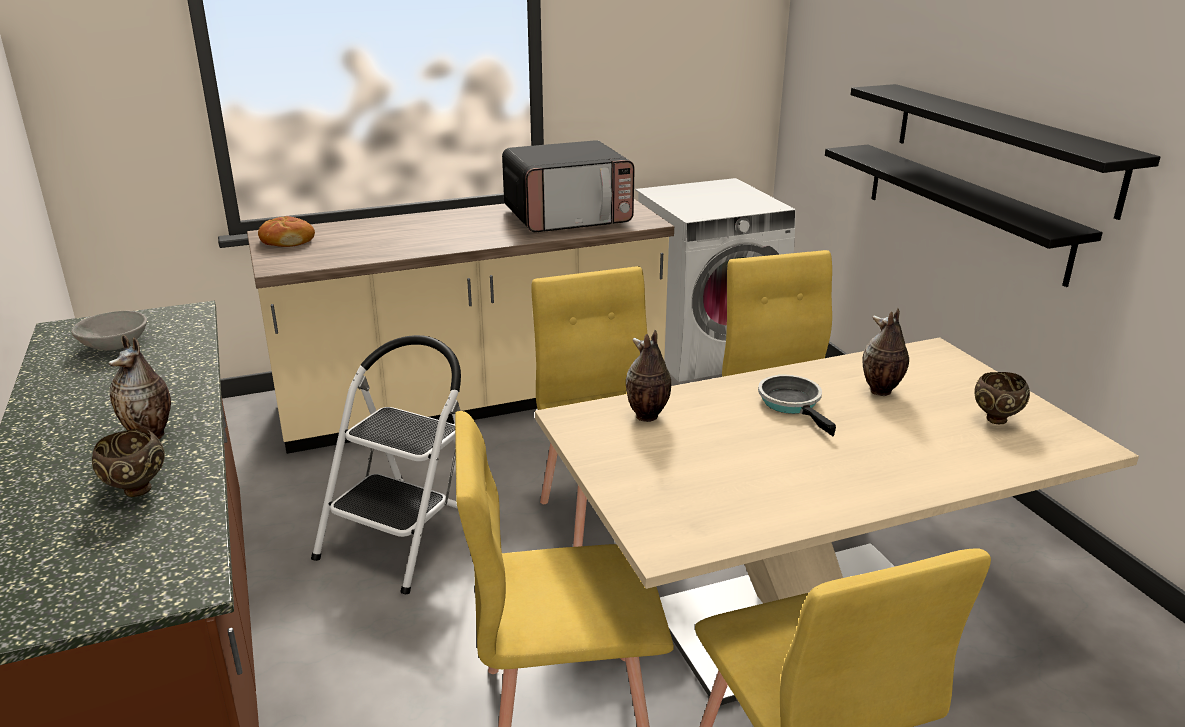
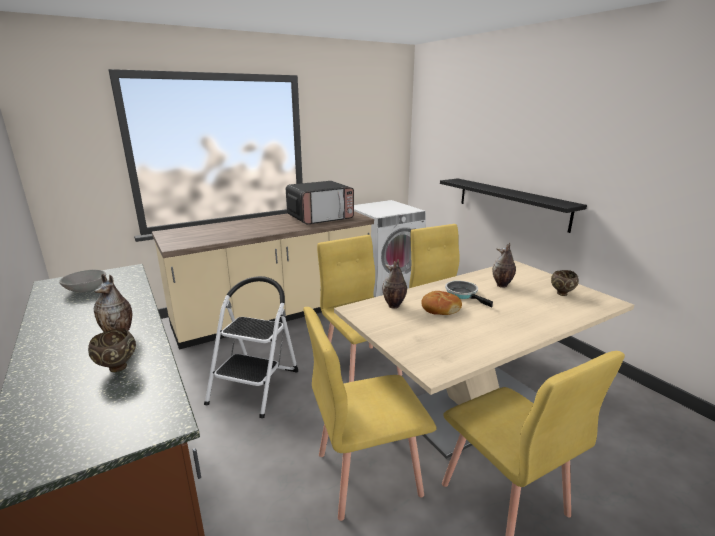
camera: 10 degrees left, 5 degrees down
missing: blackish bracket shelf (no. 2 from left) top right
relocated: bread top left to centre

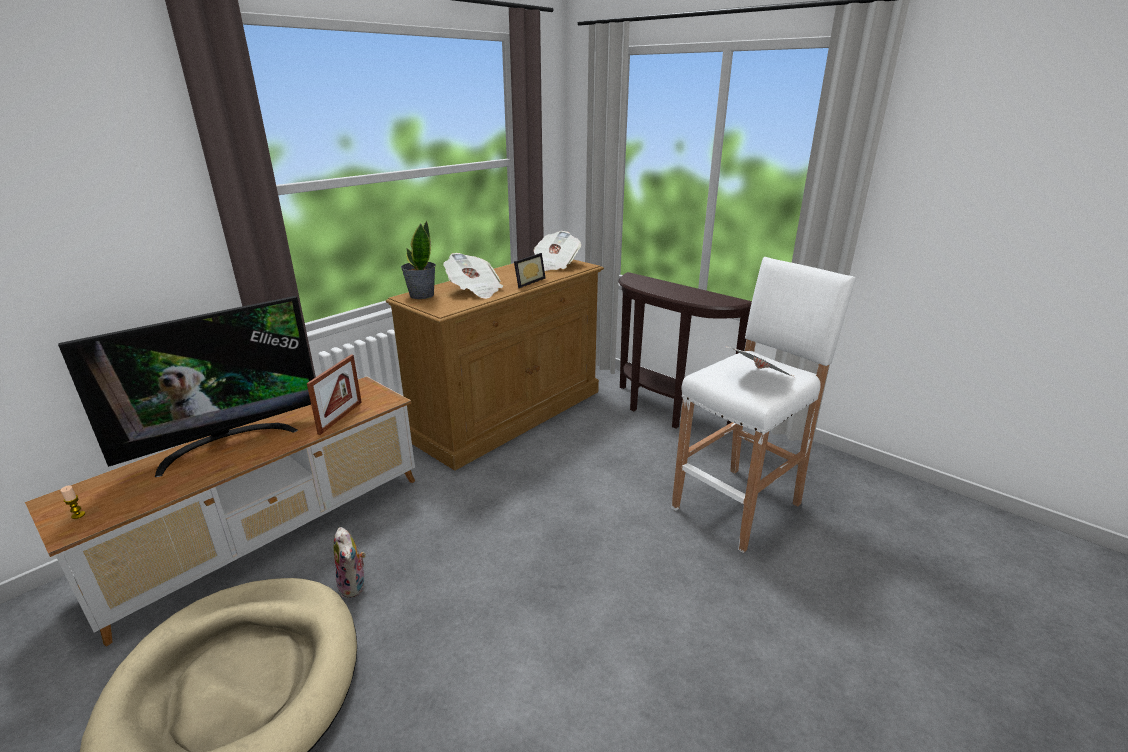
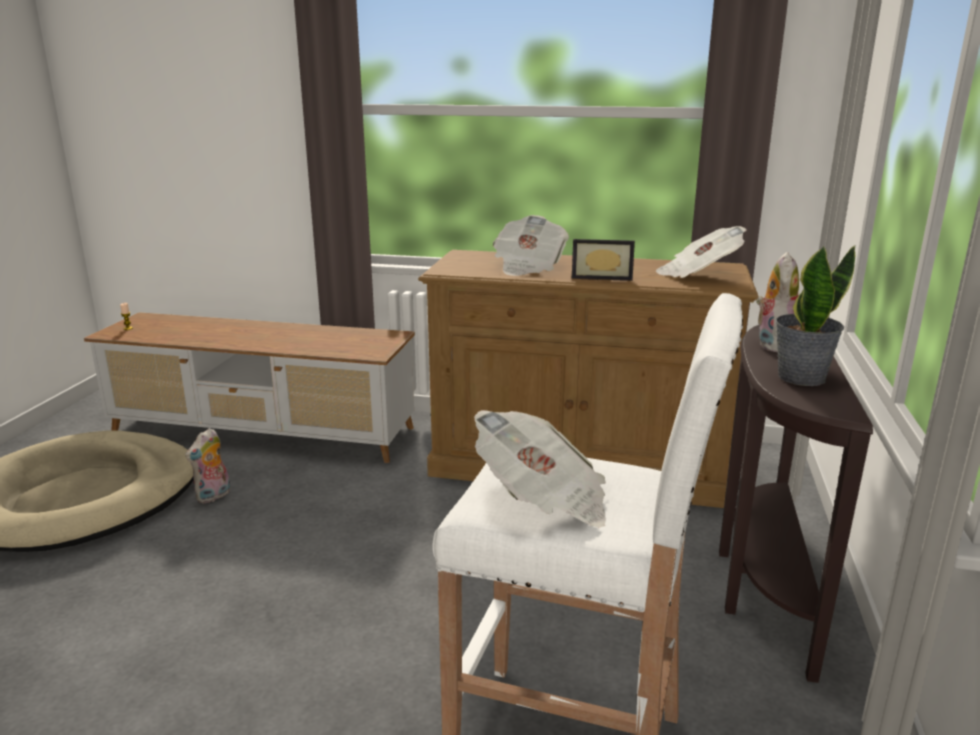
camera: 60 degrees right, 5 degrees down
missing: TV set middle left; standing frame (no. 1 from left) middle left
appeared: soft toy (no. 2 from left) middle right
relocated: houseplant centre to middle right

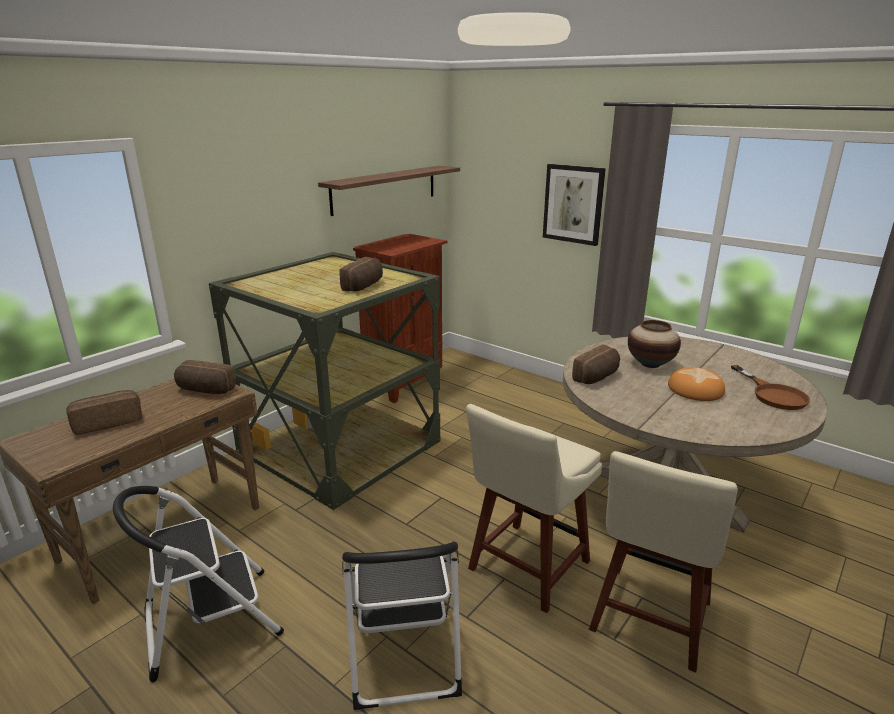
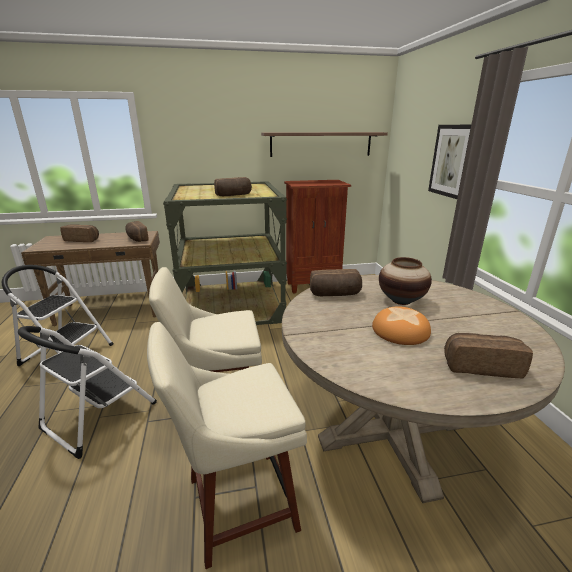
camera: 40 degrees right, 0 degrees up
exchanged: brown-coloured frying pan middle right to bread (no. 6 from left) middle right

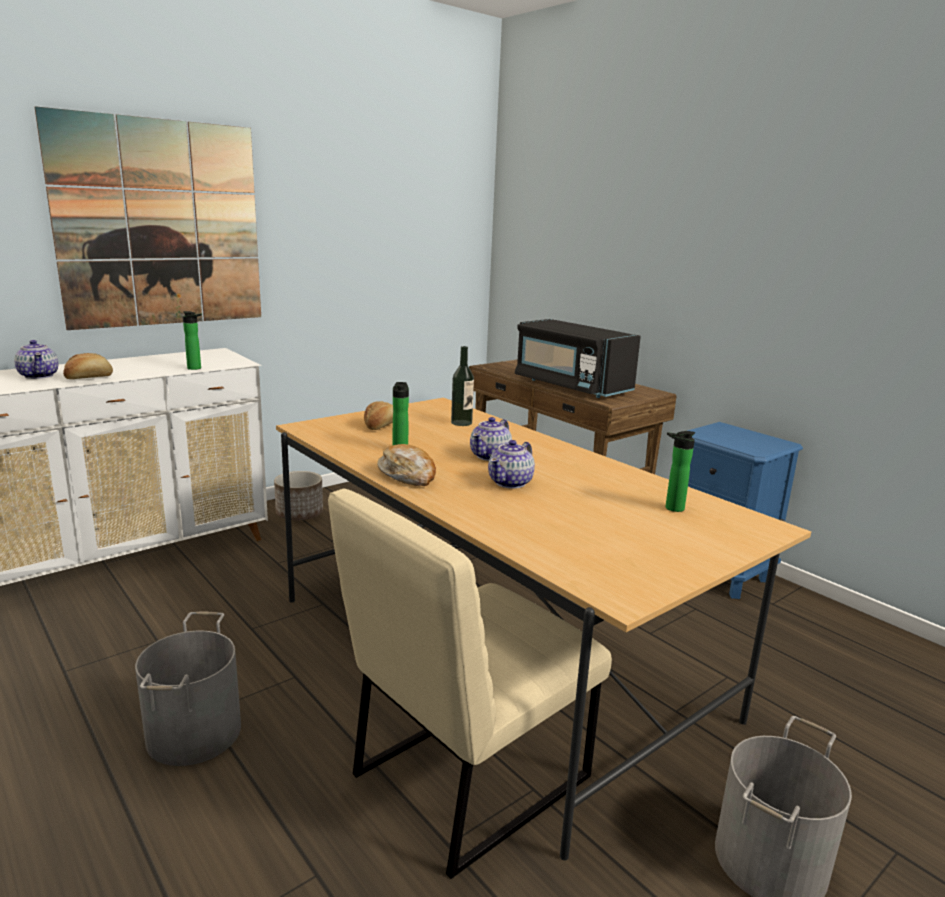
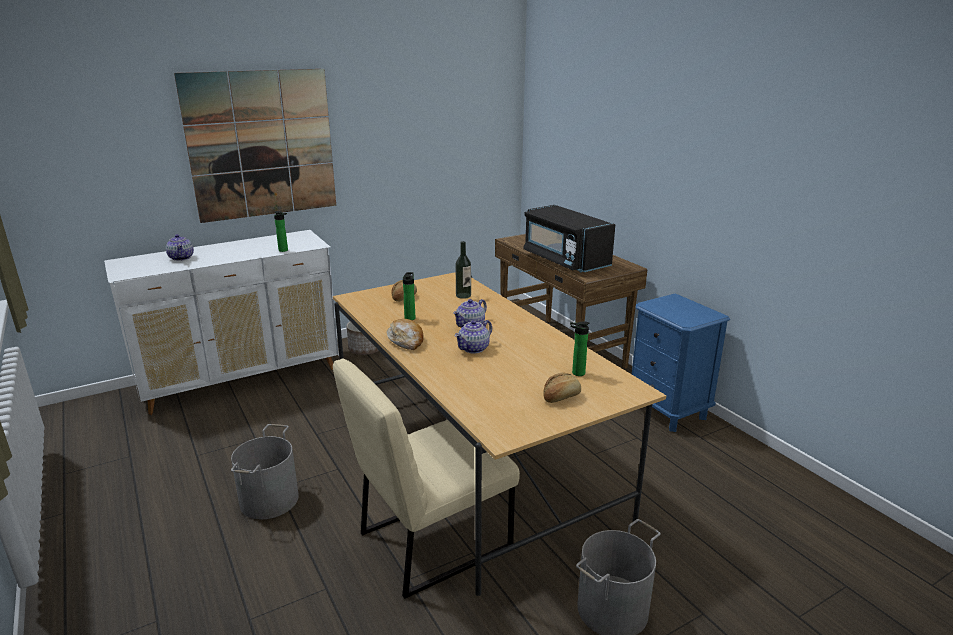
camera: 10 degrees right, 5 degrees up
relocated: bread (no. 1 from left in the first image) middle left to bread (no. 3 from left) centre

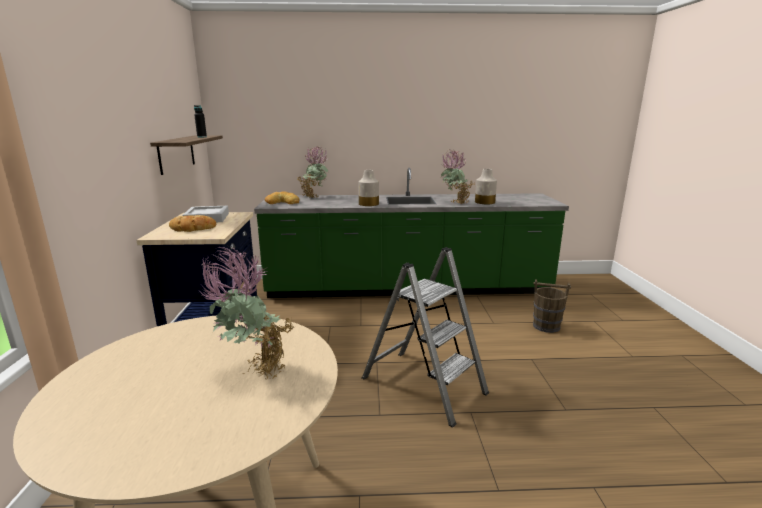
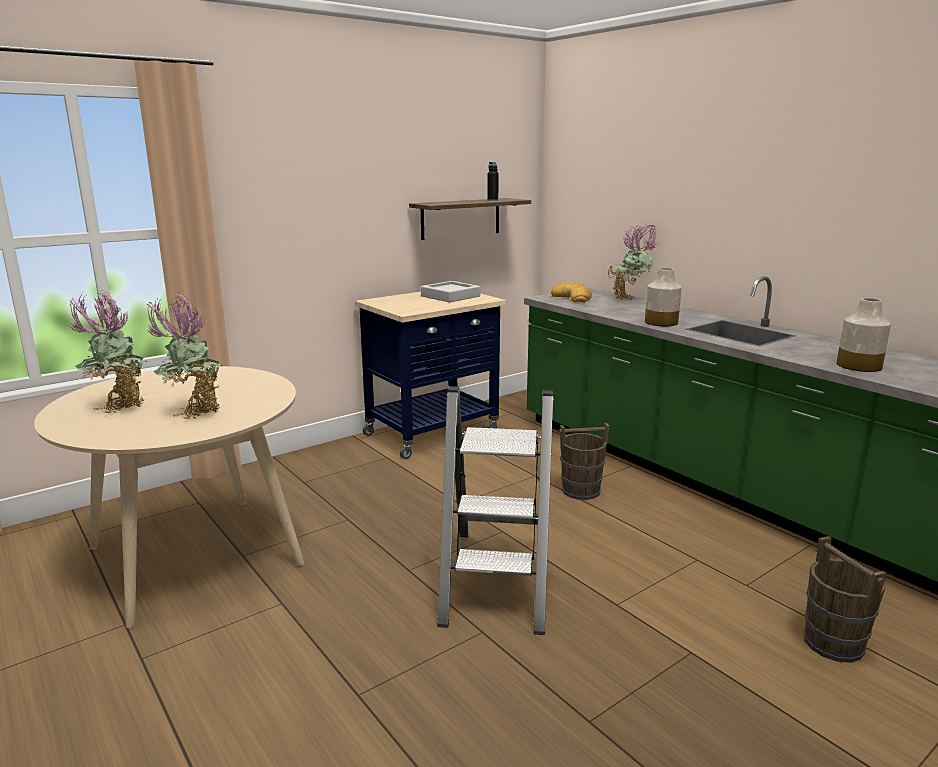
camera: 55 degrees right, 0 degrees up
missing: bread (no. 1 from left) middle left
appeared: brown-coloured bucket (no. 1 from left) centre
relocated: houseplant (no. 3 from left in the first image) centre to houseplant (no. 1 from left) middle left

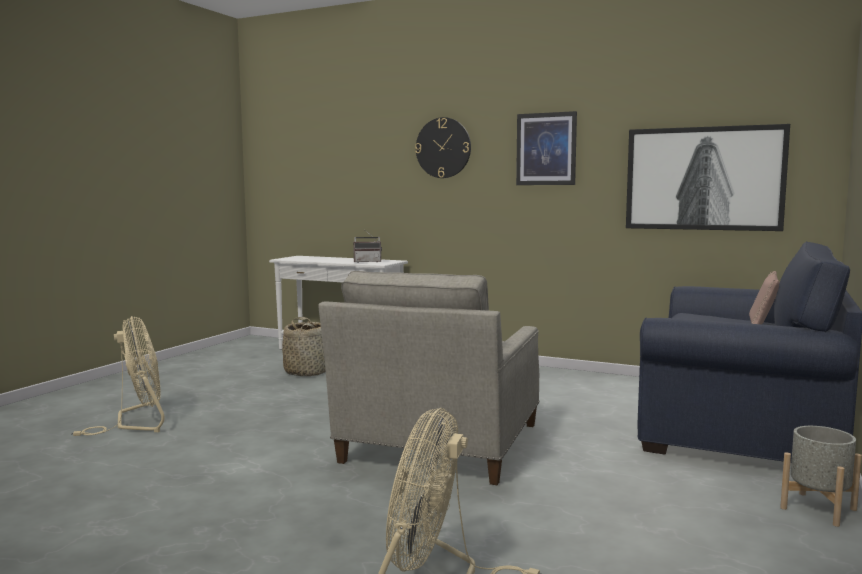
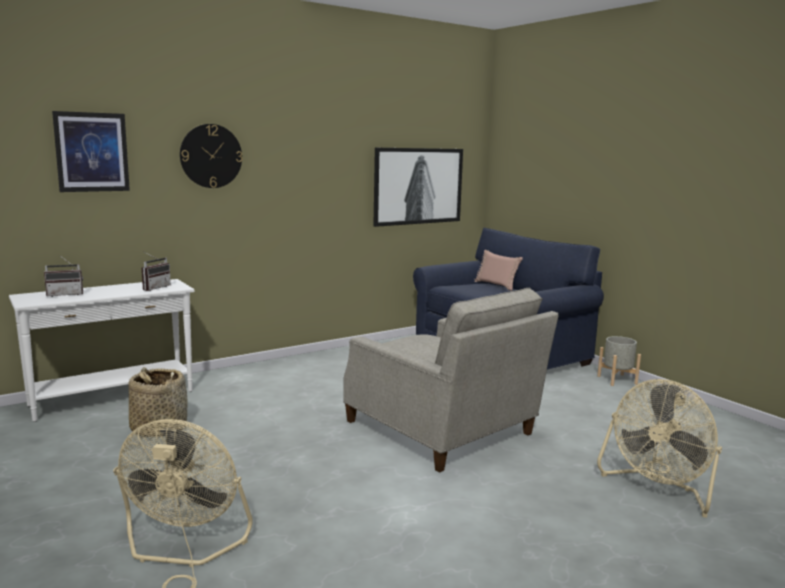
camera: 60 degrees left, 5 degrees up
appeared: radio (no. 1 from left) middle left
relocated: picture (no. 1 from left) top centre to top left

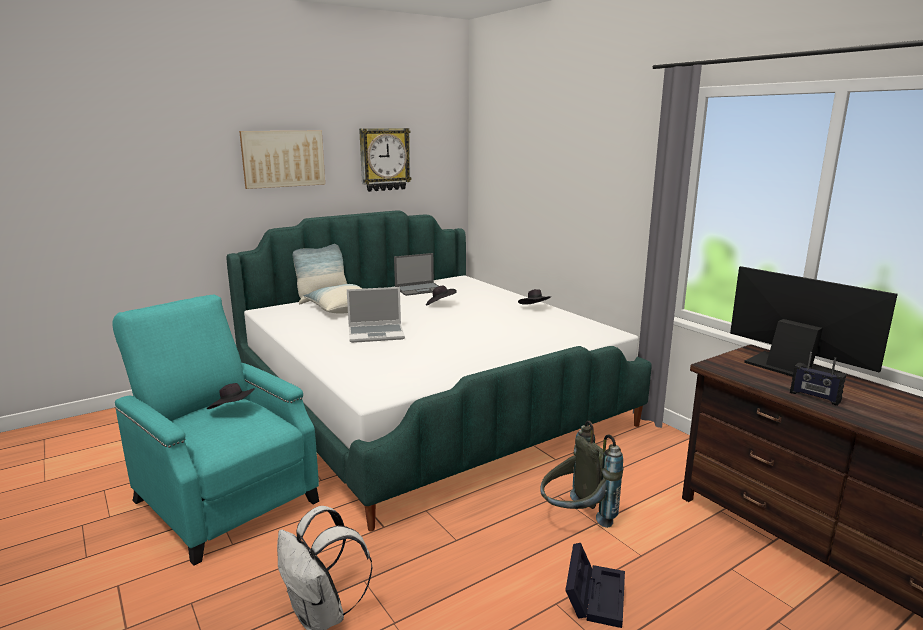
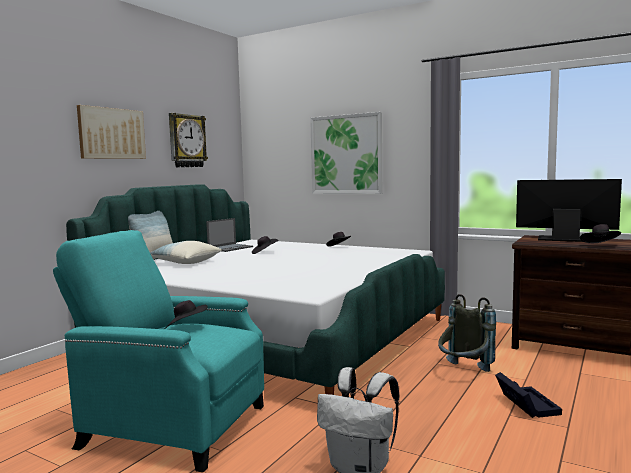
camera: 25 degrees left, 10 degrees down
missing: laptop (no. 1 from left) centre
appeared: picture (no. 2 from left) top centre
exchanged: radio middle right to blackish hat (no. 4 from left) middle right

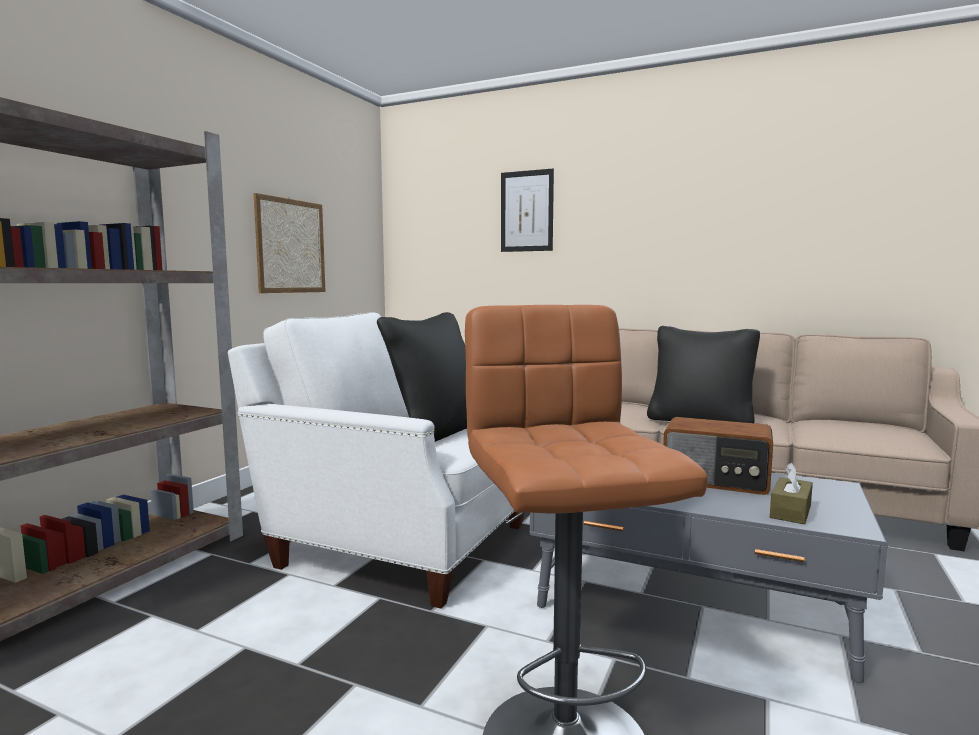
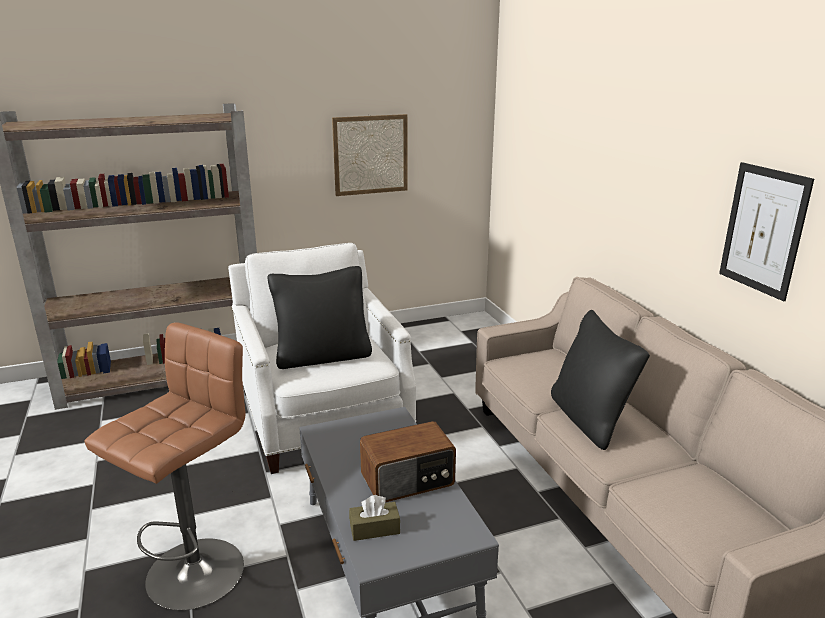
camera: 45 degrees right, 15 degrees up
relocated: picture (no. 2 from left) top centre to middle right
spun: radio middle right = bottom centre 90 degrees counterclockwise

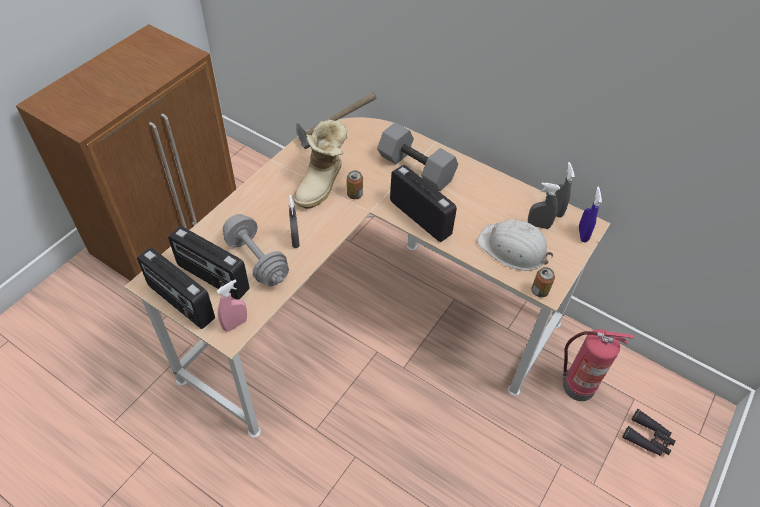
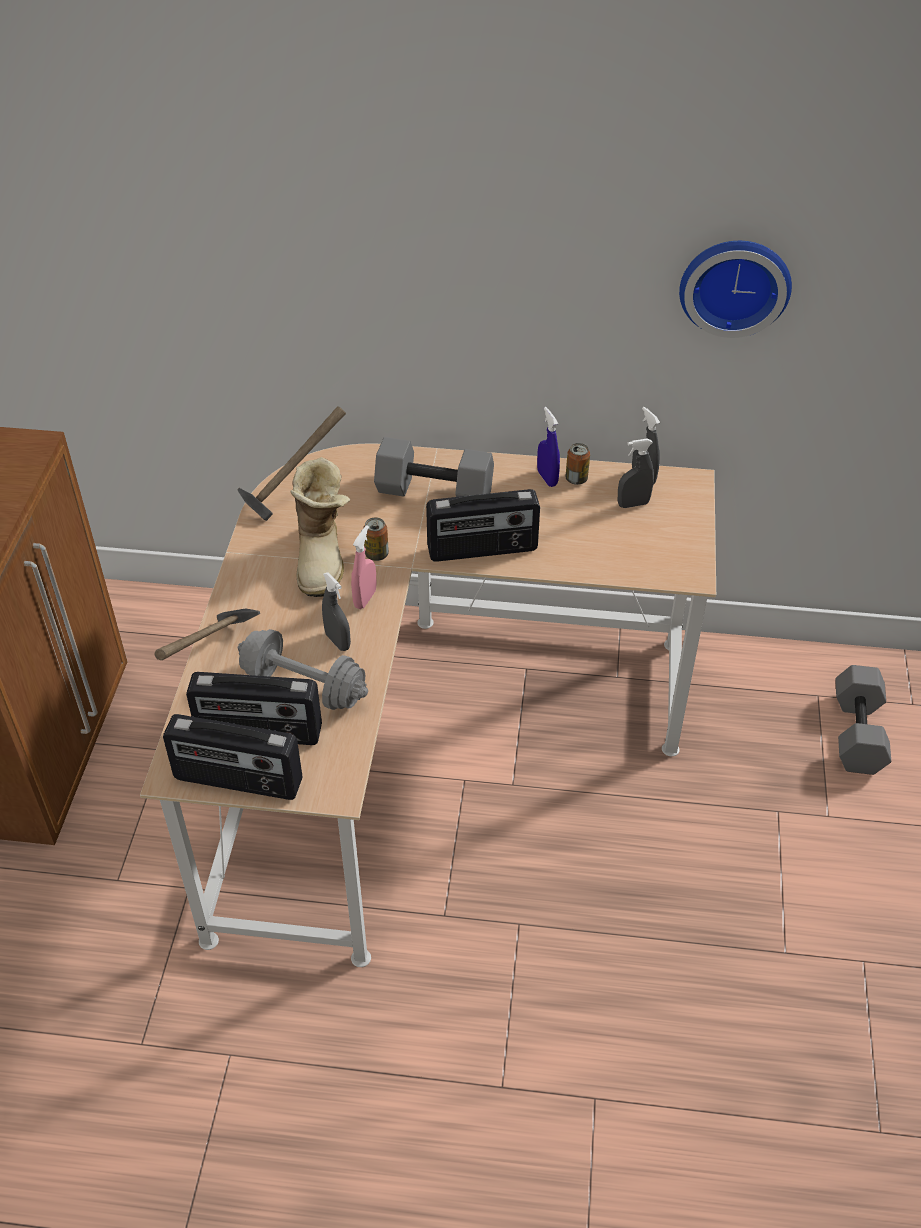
camera: 25 degrees left, 5 degrees down
missing: white-coloured work helmet middle right; fire-fighting cylinder bottom right
appeared: tool hammer (no. 1 from left) middle left; hanging clock top right
relocated: pink-coloured spray bottle middle left to centre; can (no. 2 from left) middle right to centre; bluish spray bottle middle right to centre
exchanged: blackish field glasses bottom right to grey free weight (no. 3 from left) middle right
spun: radio (no. 3 from left) centre = centre 150 degrees clockwise

